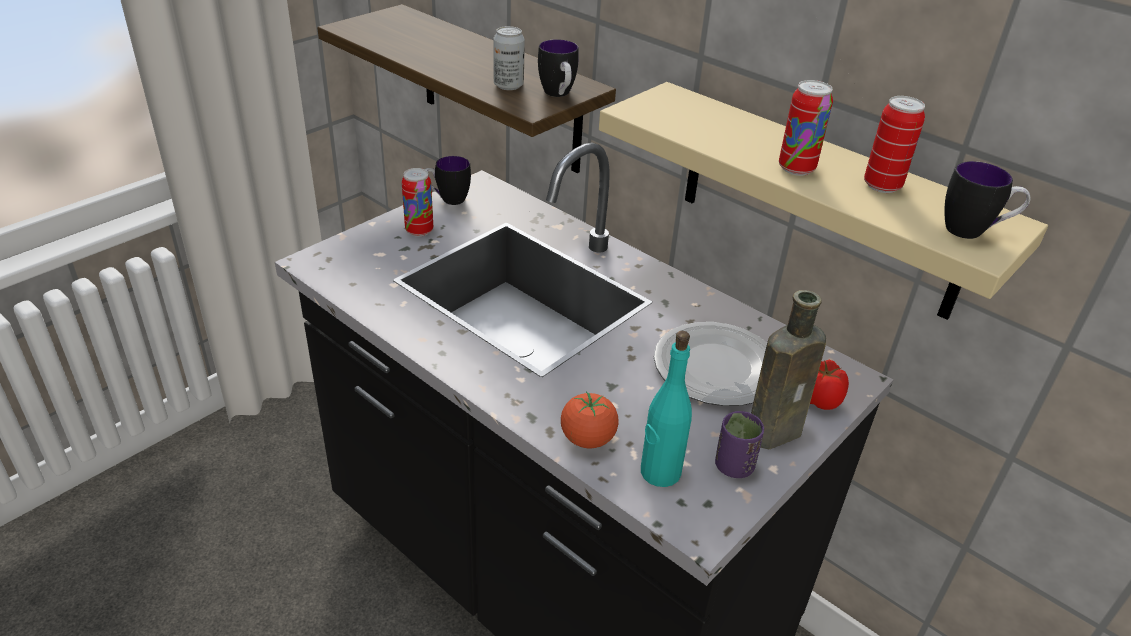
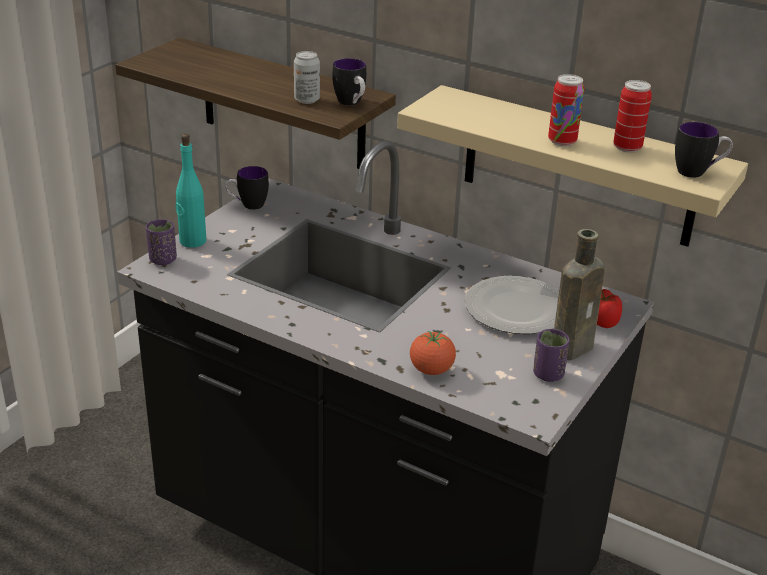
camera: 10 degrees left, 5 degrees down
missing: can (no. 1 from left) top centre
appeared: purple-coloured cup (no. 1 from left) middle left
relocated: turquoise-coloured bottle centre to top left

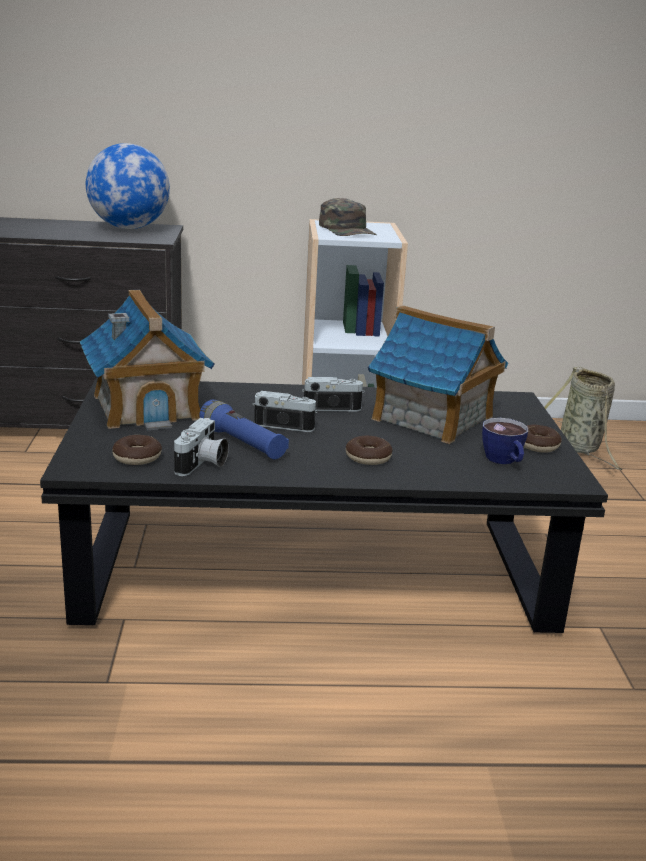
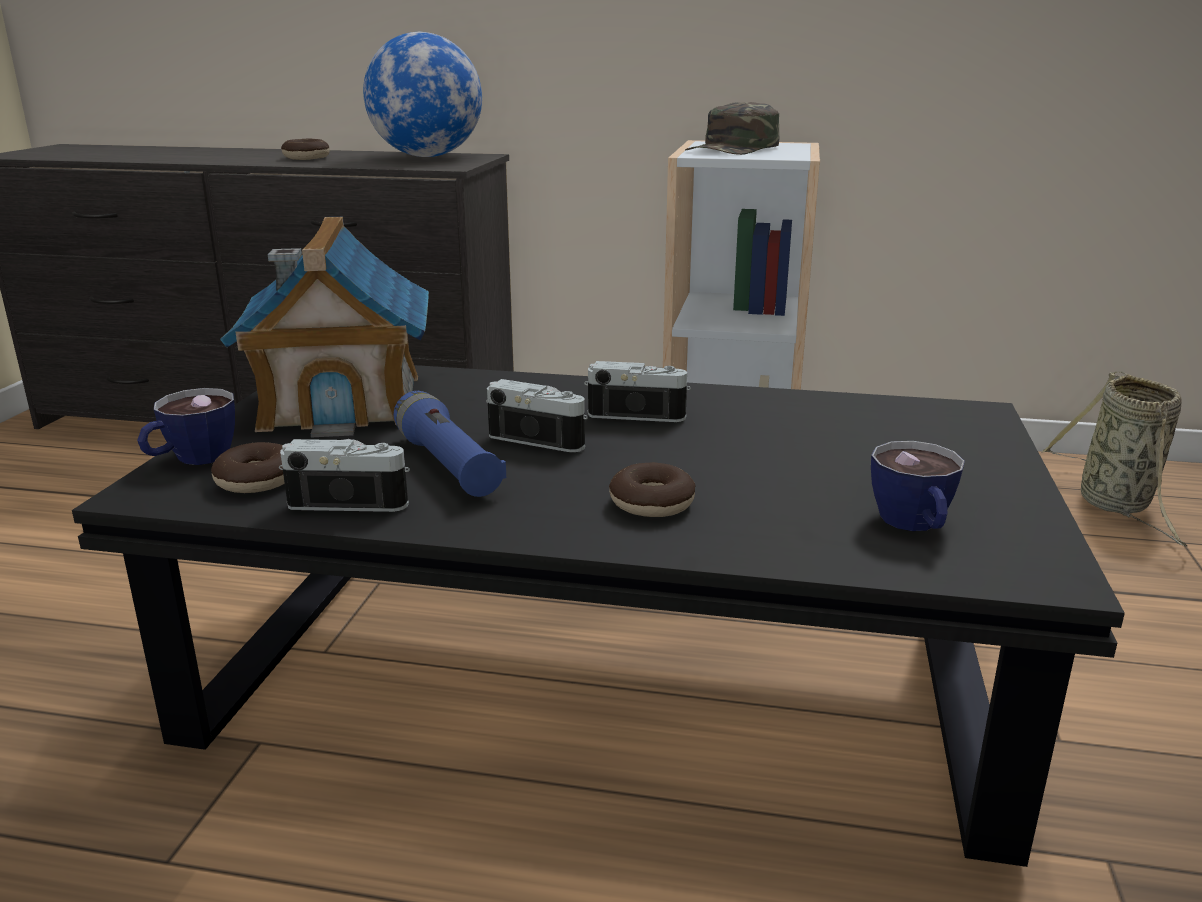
camera: 15 degrees right, 0 degrees up
missing: miniature house (no. 2 from left) middle right
appeared: cup (no. 1 from left) middle left
relocated: ring doughnut (no. 3 from left in the first image) middle right to ring doughnut (no. 2 from left) top left
spun: still camera (no. 1 from left) middle left = middle left 120 degrees counterclockwise; green-coloured cap top centre = top centre 45 degrees clockwise

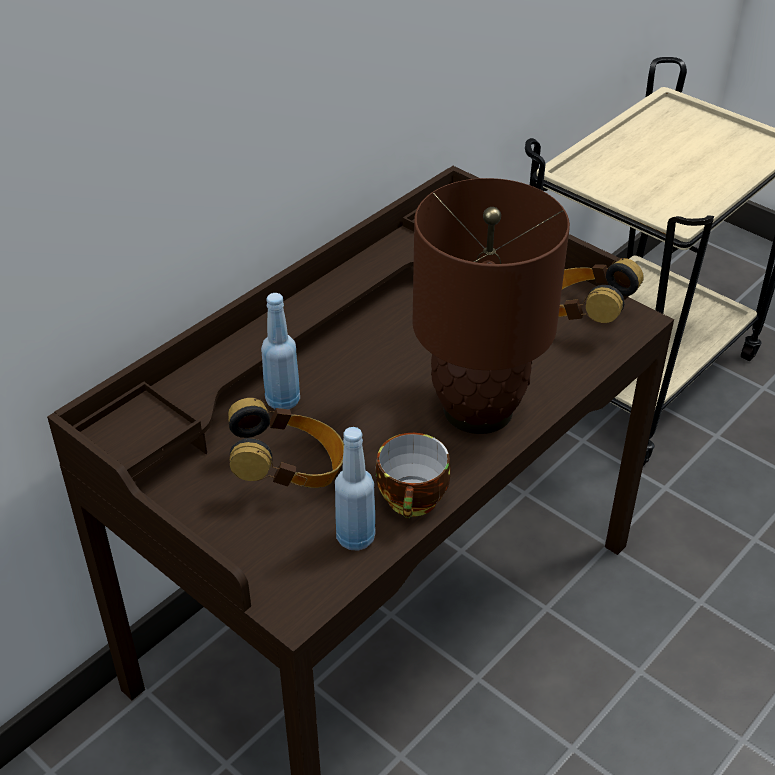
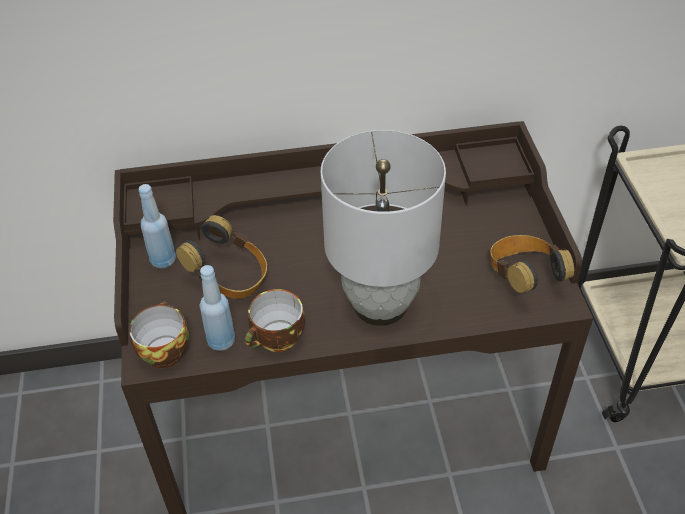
camera: 40 degrees right, 5 degrees up
appeared: cup (no. 1 from left) middle left
relocated: bluish bottle (no. 1 from left) centre to middle left
colour: brown-coloured lamp for a table centre to white-coloured lamp for a table centre

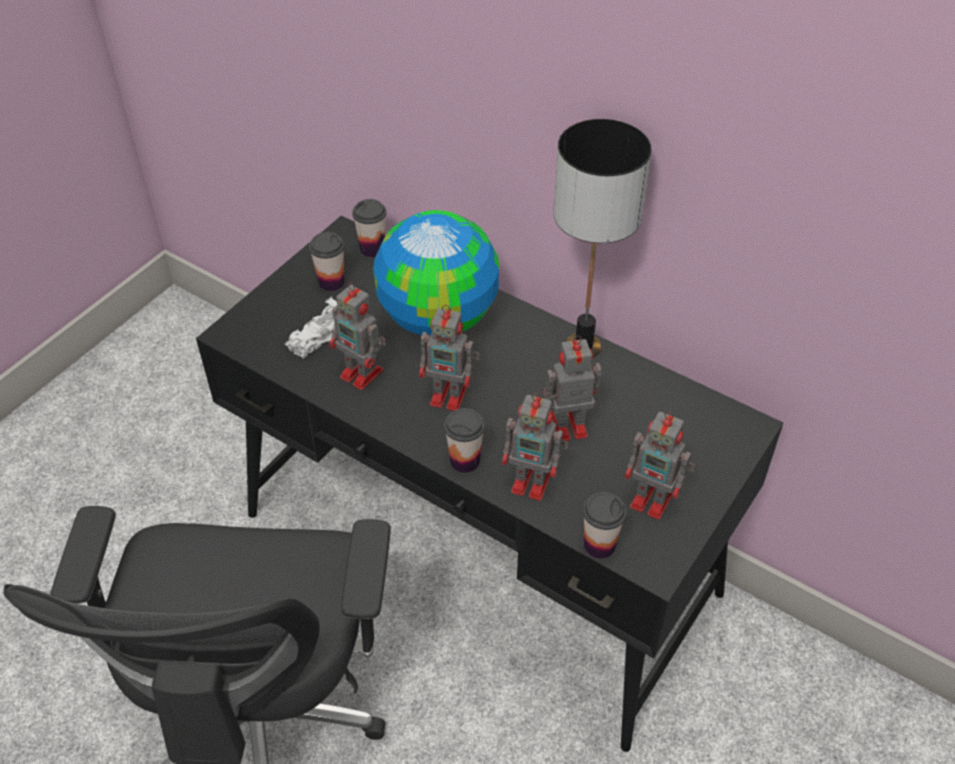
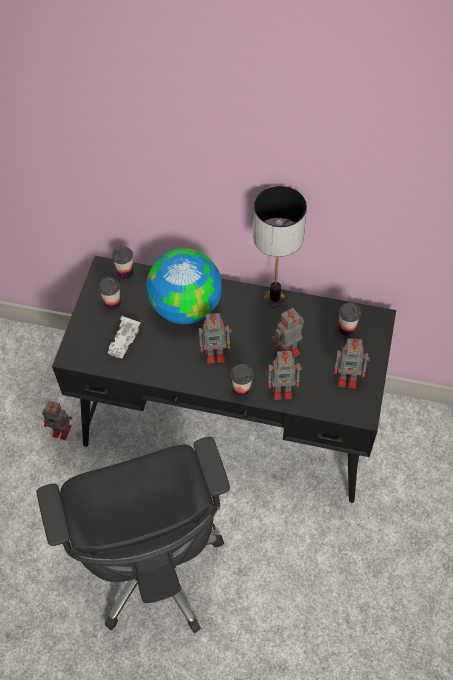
camera: 20 degrees left, 10 degrees up
relocated: model robot (no. 1 from left) centre to middle left; cup (no. 4 from left) bottom centre to middle right

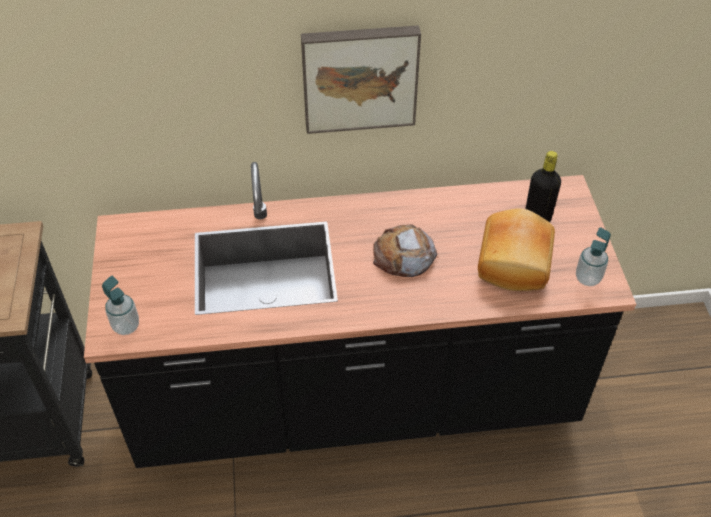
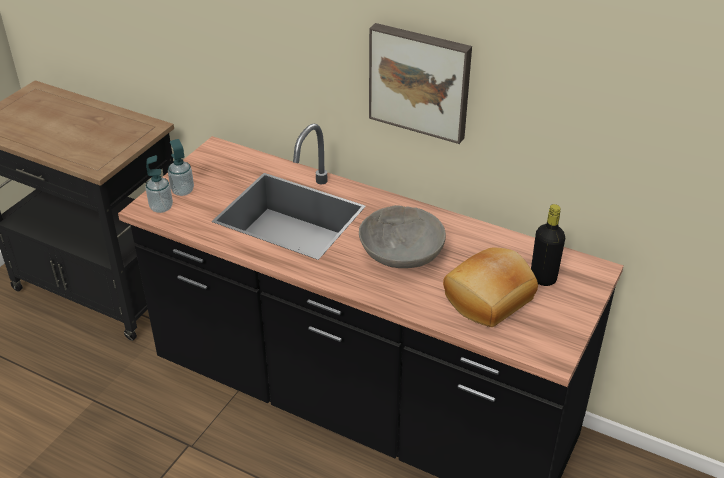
camera: 35 degrees right, 10 degrees down
relocated: liquid soap bottle (no. 2 from left) middle right to middle left
exchanged: bread (no. 1 from left) centre to grey deep dish centre

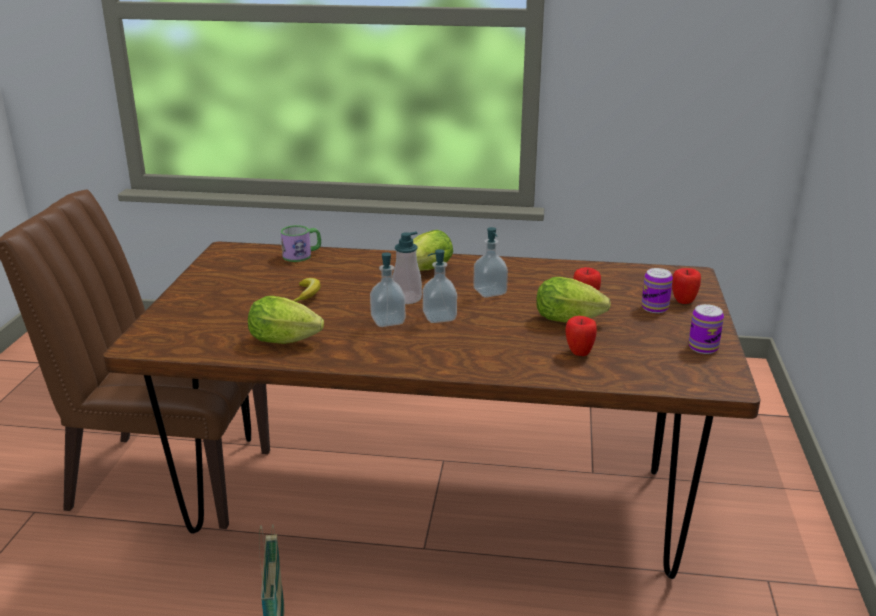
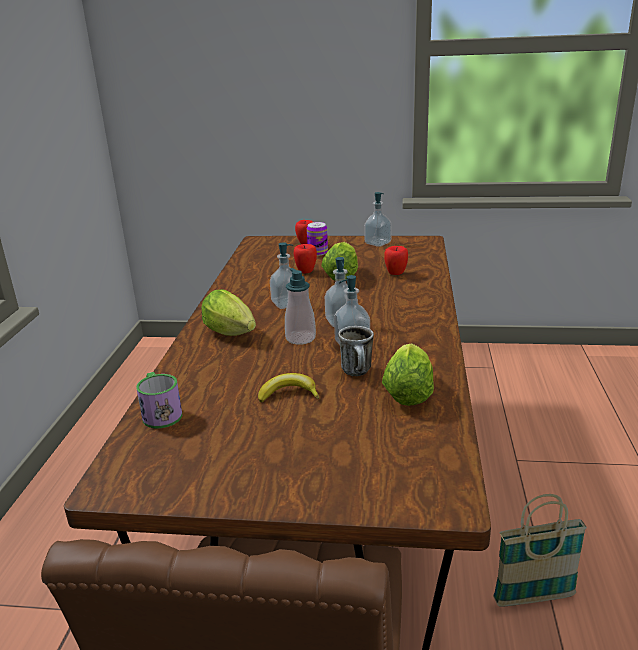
camera: 90 degrees left, 0 degrees up
appeared: mug (no. 2 from left) centre
exchanged: can (no. 2 from left) middle right to liquid soap bottle (no. 5 from left) centre

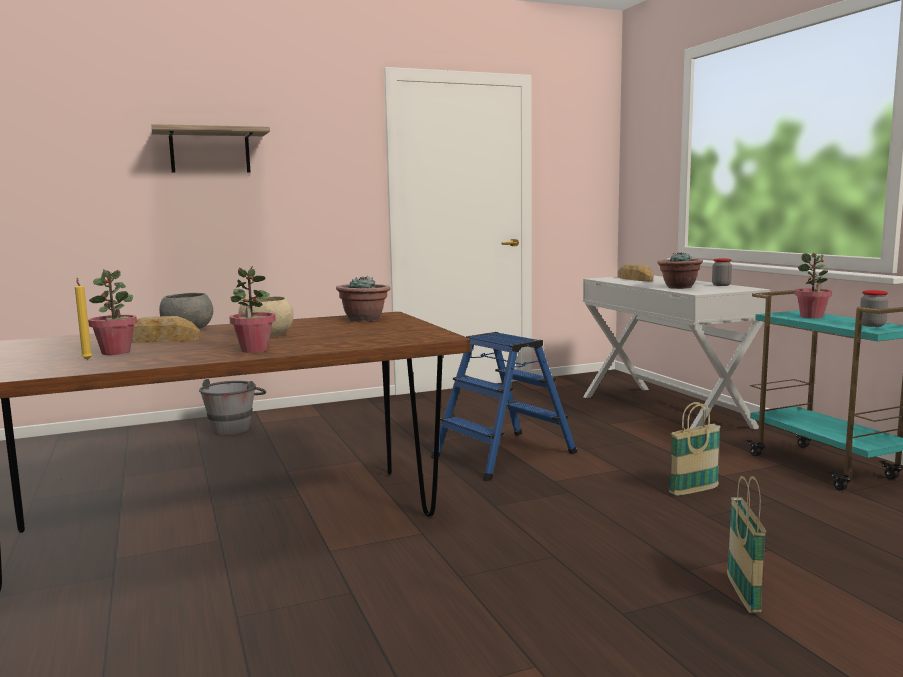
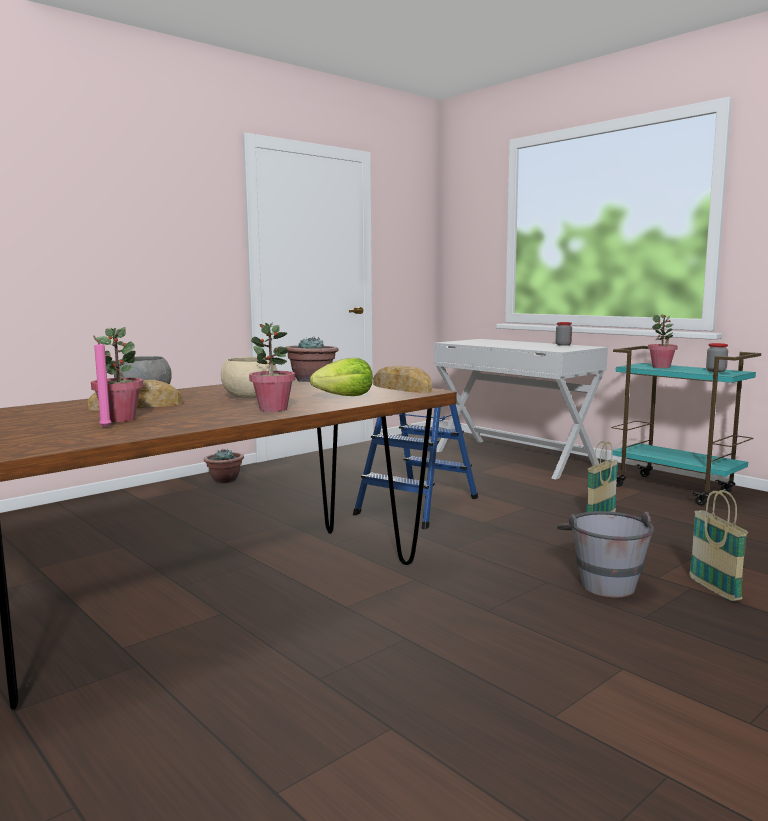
camera: 20 degrees left, 0 degrees up
missing: bracket shelf top left
appeared: lettuce centre
relocated: grey bucket middle left to bottom right; bread (no. 2 from left) middle right to centre; houseplant (no. 4 from left in the first image) middle right to houseplant (no. 2 from left) middle left
colour: yellowish candle middle left to pink-coloured candle middle left

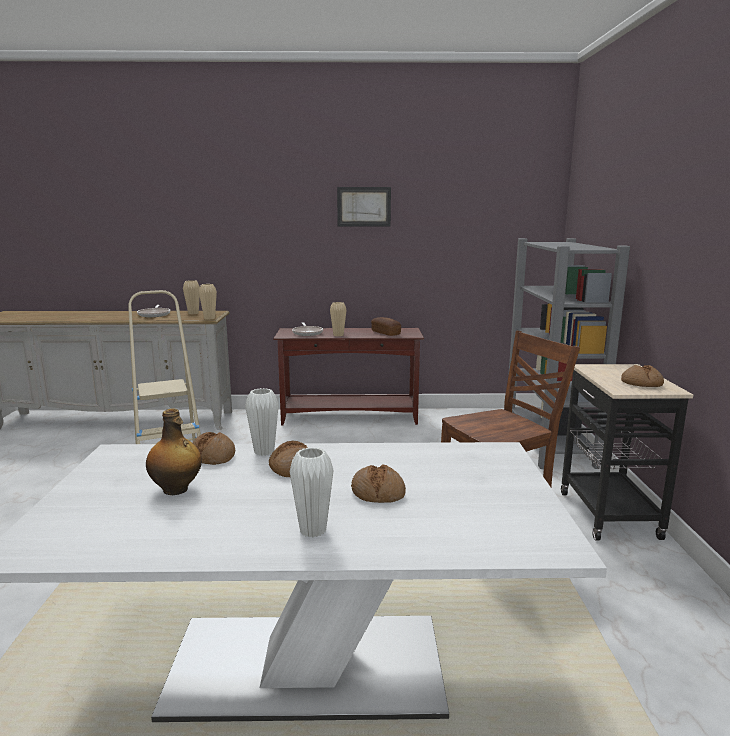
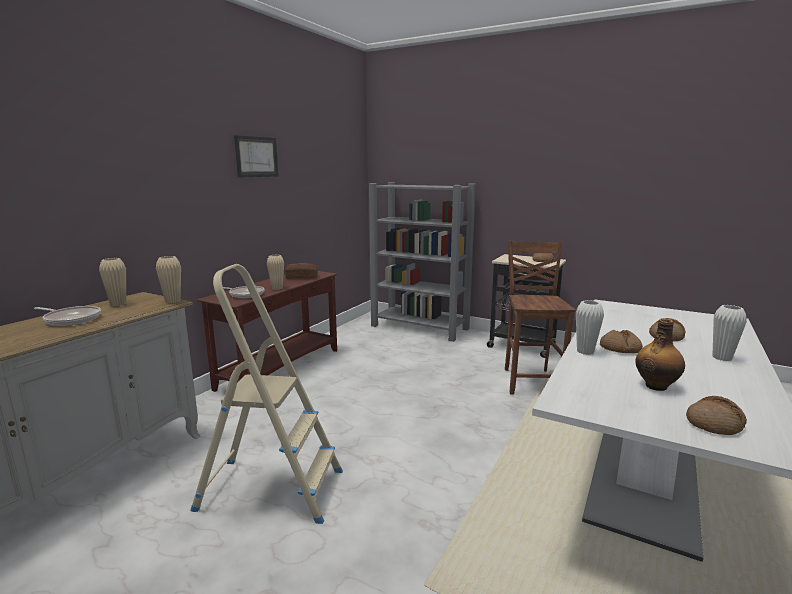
camera: 60 degrees left, 0 degrees up
relocated: bread (no. 1 from left in the first image) middle left to bread (no. 5 from left) bottom right

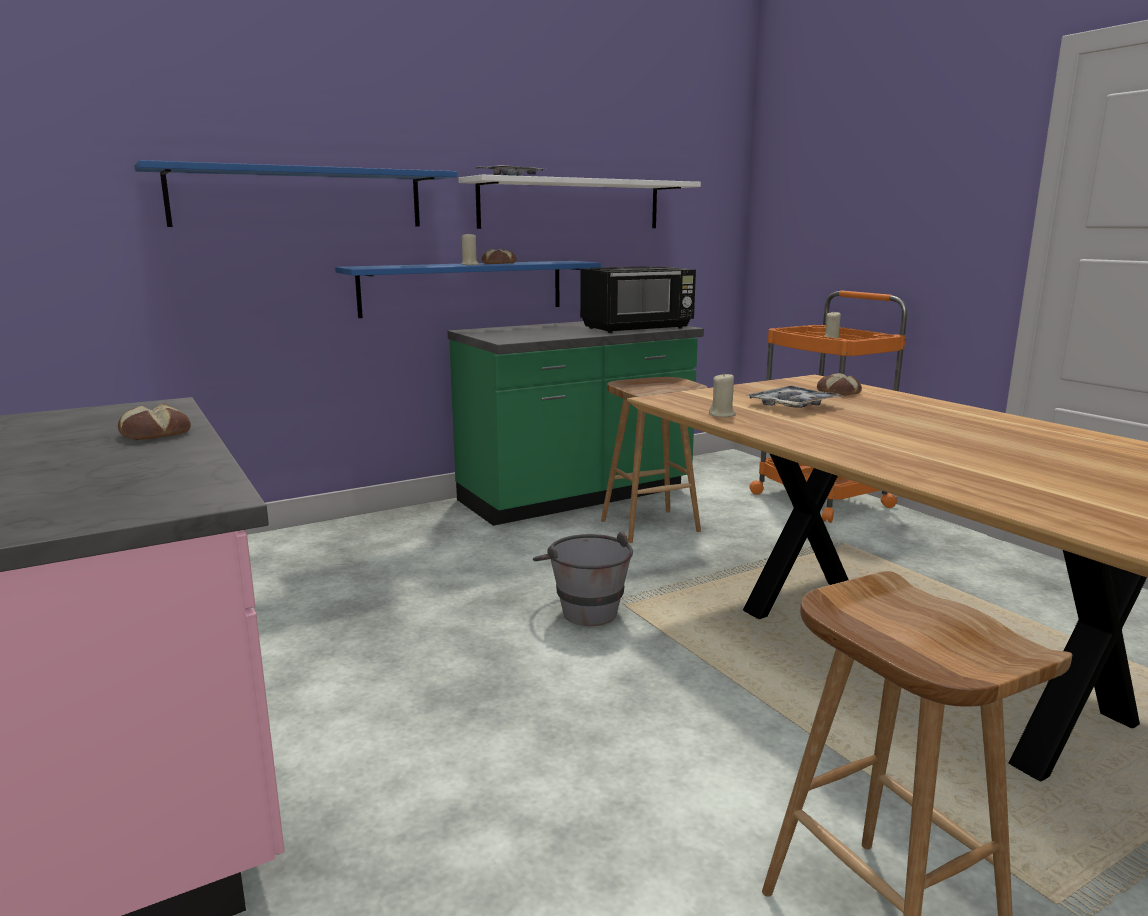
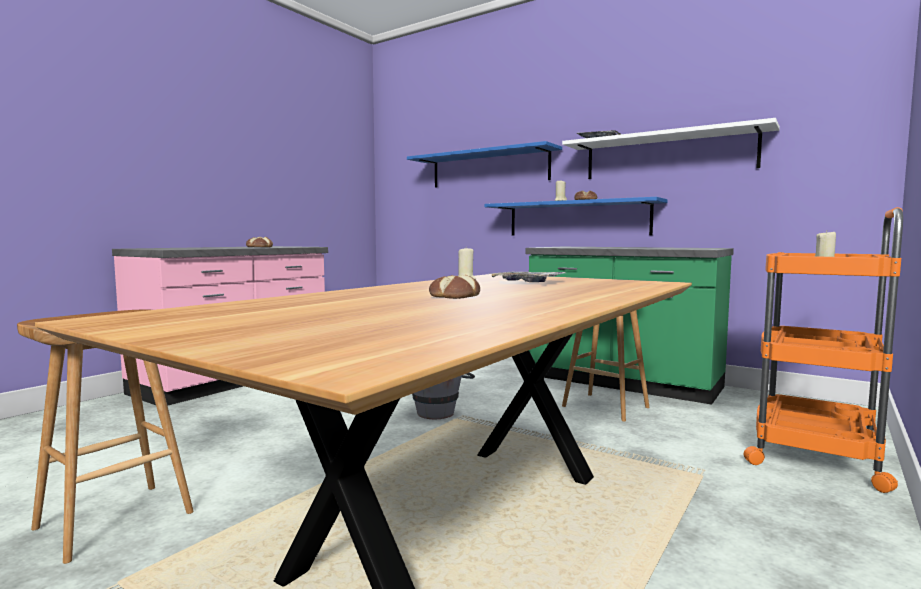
camera: 65 degrees right, 10 degrees down
missing: blackish microwave top centre
relocated: bread (no. 3 from left in the first image) middle right to bread (no. 2 from left) centre

